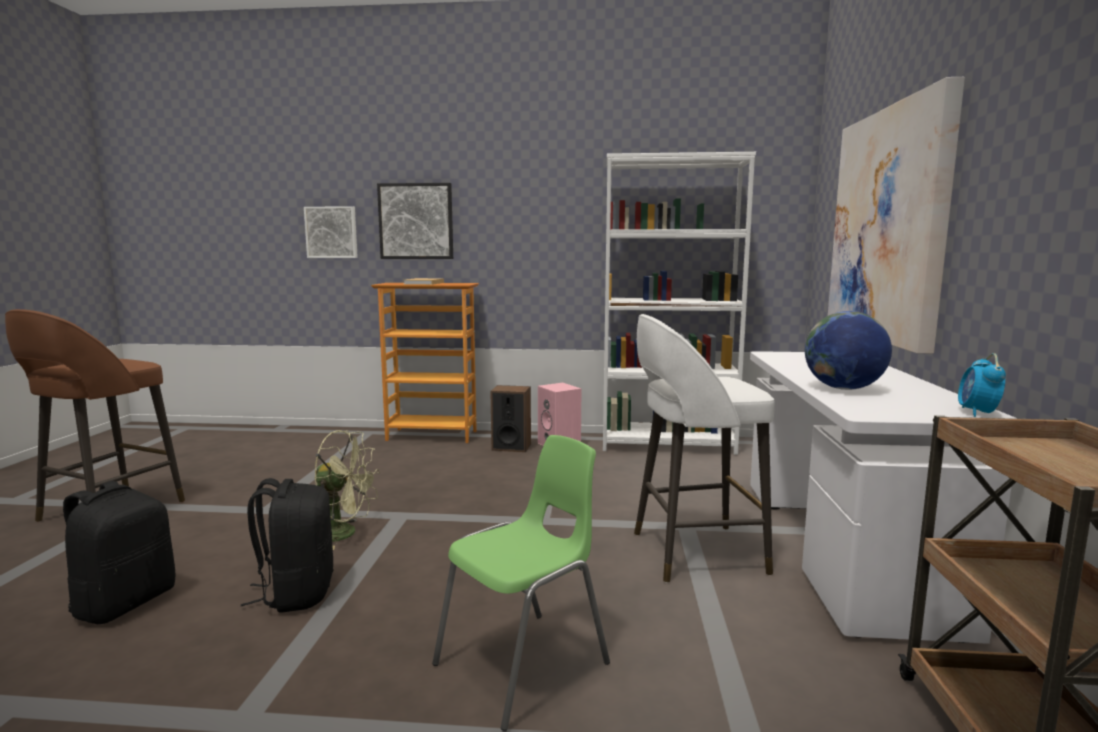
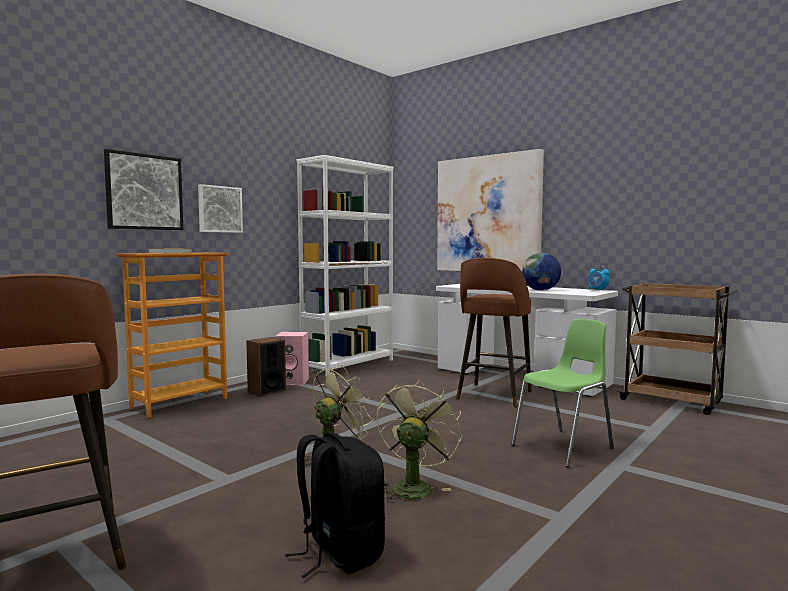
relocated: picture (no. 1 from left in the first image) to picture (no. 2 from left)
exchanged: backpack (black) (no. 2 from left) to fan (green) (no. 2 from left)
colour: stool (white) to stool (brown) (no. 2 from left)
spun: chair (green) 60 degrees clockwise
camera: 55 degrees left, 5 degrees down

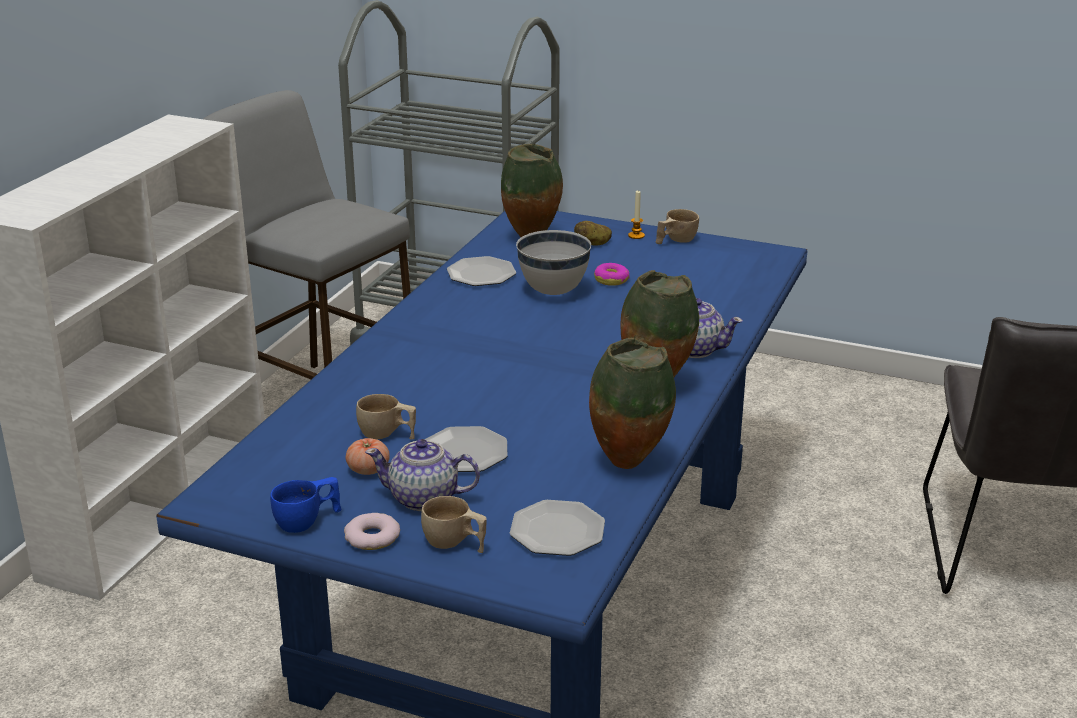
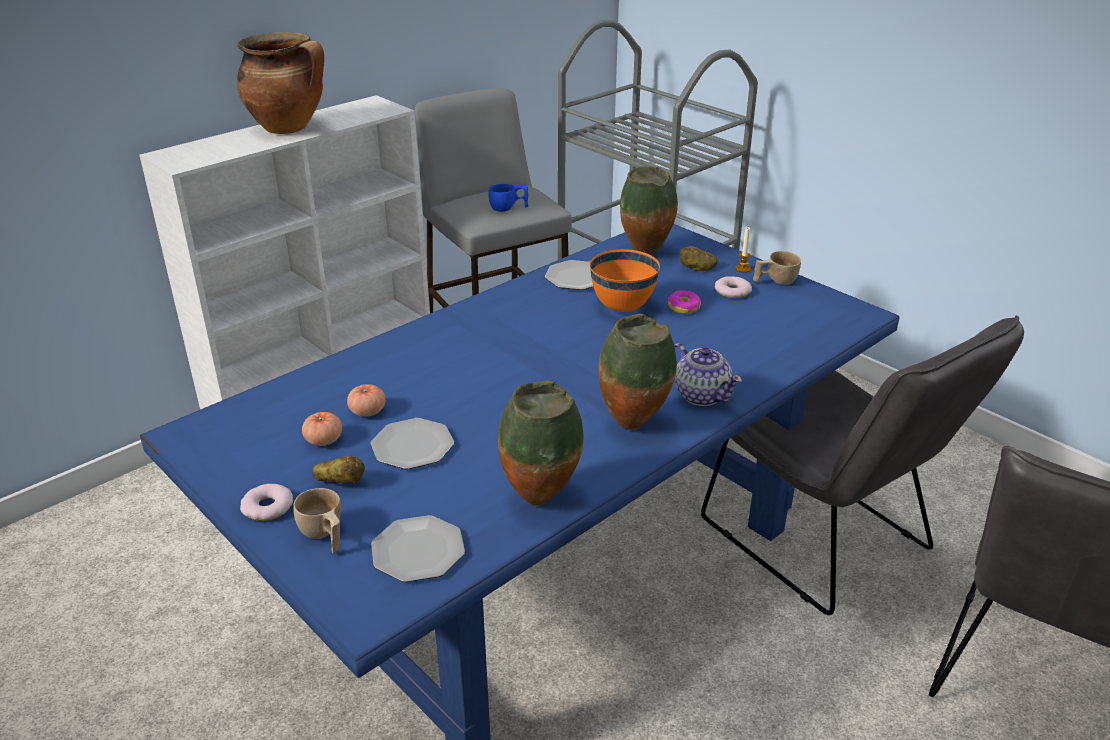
appeared: cooking pot; chair (grey) (no. 1 from left); donut (no. 3 from left)
relocated: cup (blue)
exchanged: teapot (no. 1 from left) to potato (no. 1 from left); cup (beige) (no. 1 from left) to tomato (no. 2 from left)
colour: bowl (white) to bowl (orange)
camera: 25 degrees right, 5 degrees up

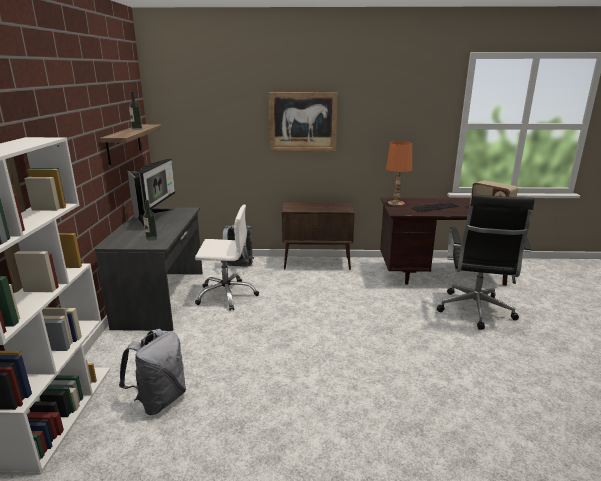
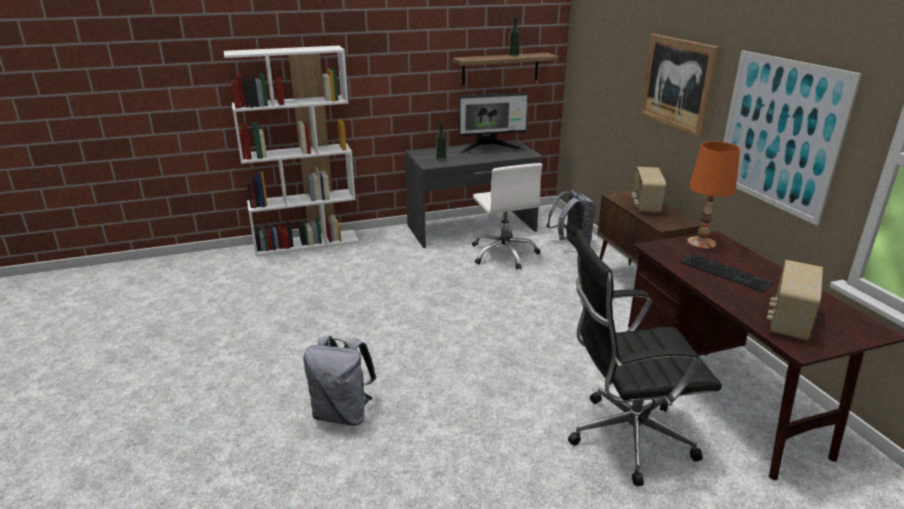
appeared: radio (no. 1 from left); picture (no. 2 from left)
relocated: backpack (grey) (no. 1 from left)
camera: 70 degrees right, 5 degrees up

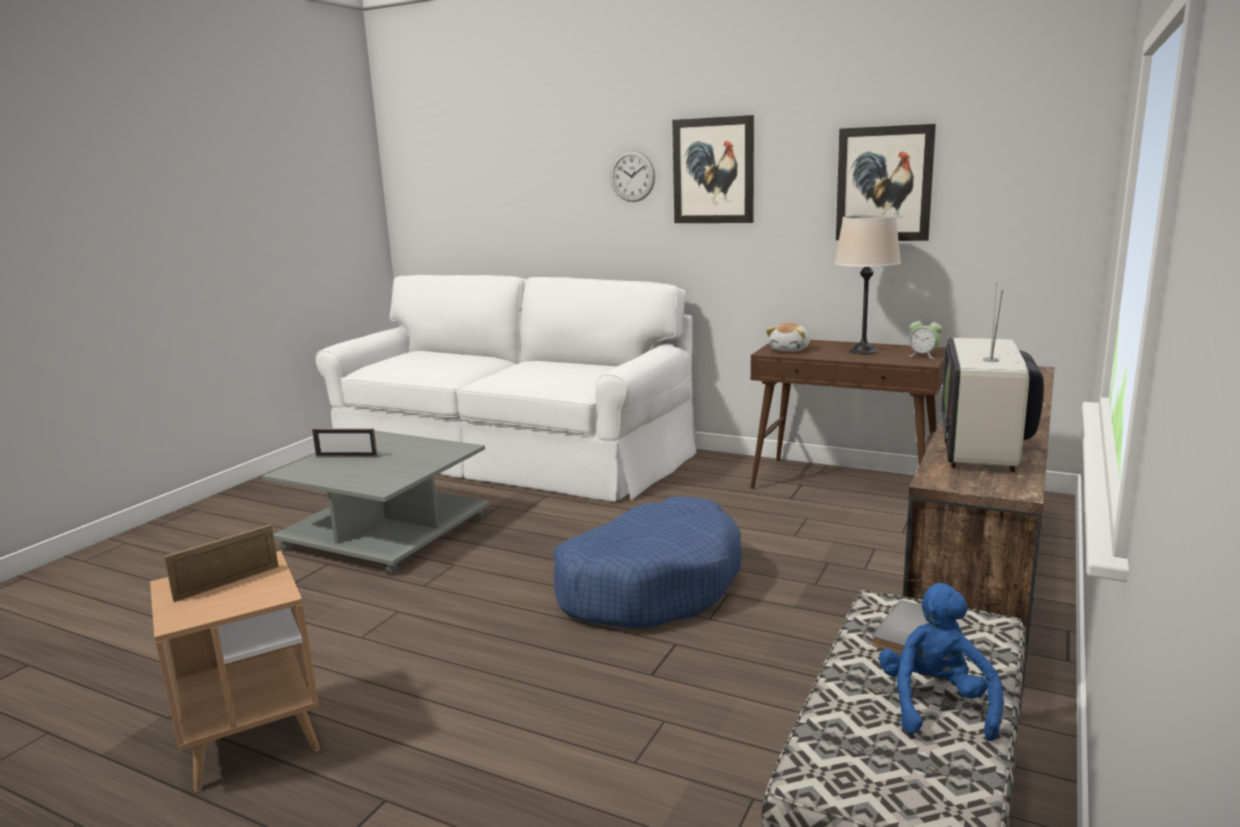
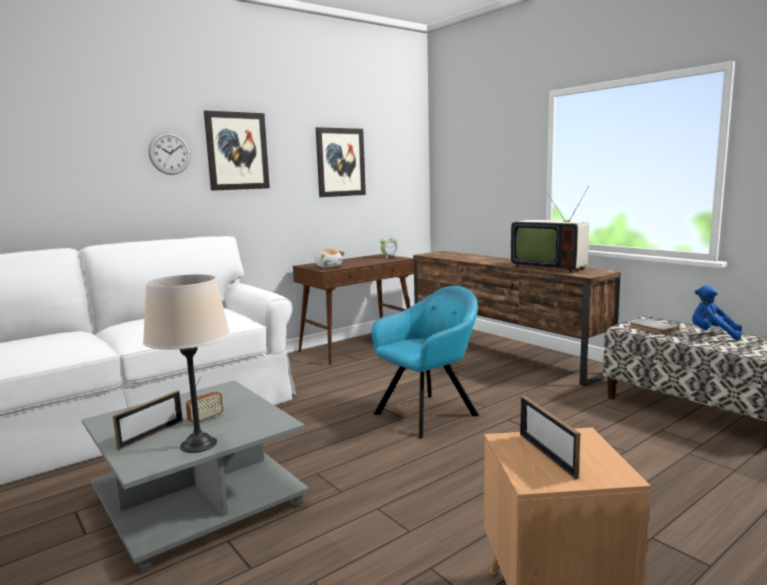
appeared: radio
relocated: table lamp (beige)
exchanged: dog bed (blue) to armchair (turquoise)
camera: 65 degrees left, 5 degrees down

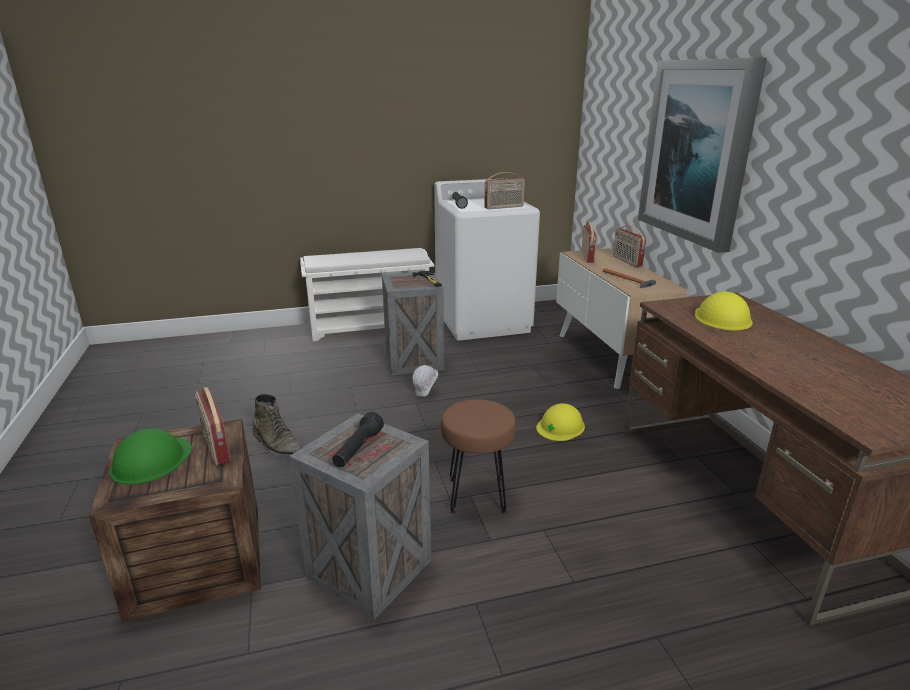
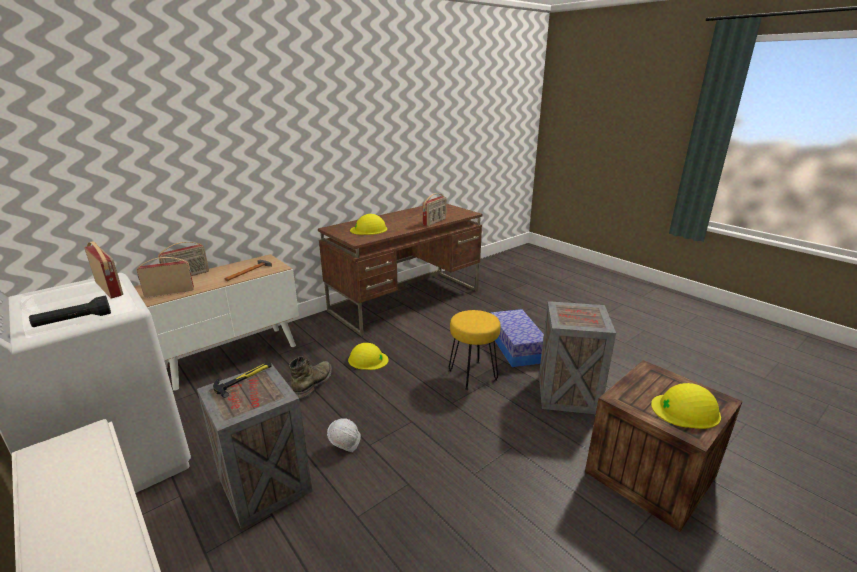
missing: flashlight (black) (no. 1 from left); picture
appeared: storage box
relocated: boot (green); radio (no. 1 from left in the first image) to radio (no. 4 from left)
colour: stool (brown) to stool (yellow); hard hat (green) to hard hat (yellow) (no. 3 from left)
camera: 115 degrees left, 0 degrees up

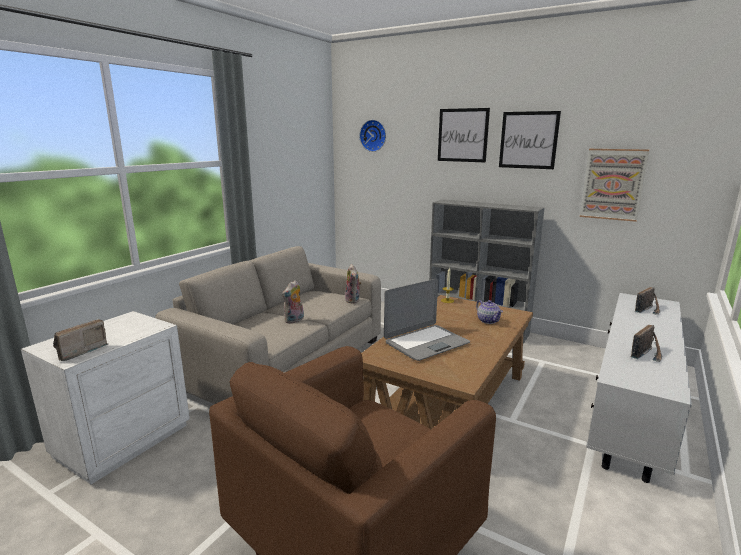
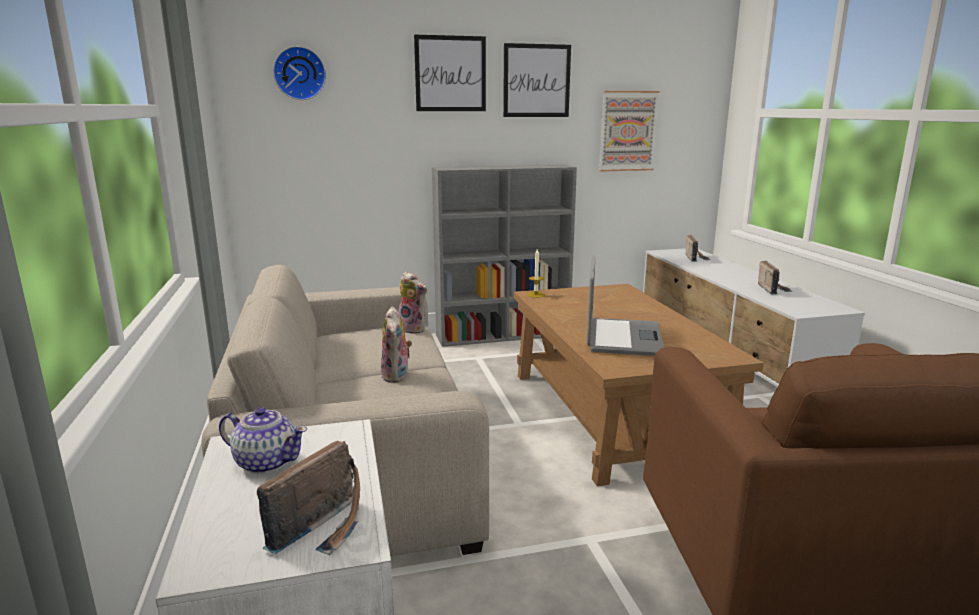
relocated: teapot
spun: radio (no. 1 from left) 135 degrees counterclockwise
camera: 45 degrees left, 0 degrees up

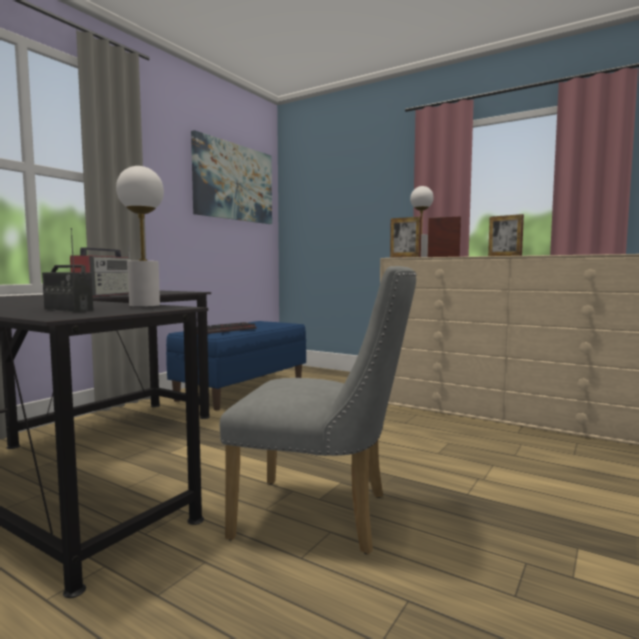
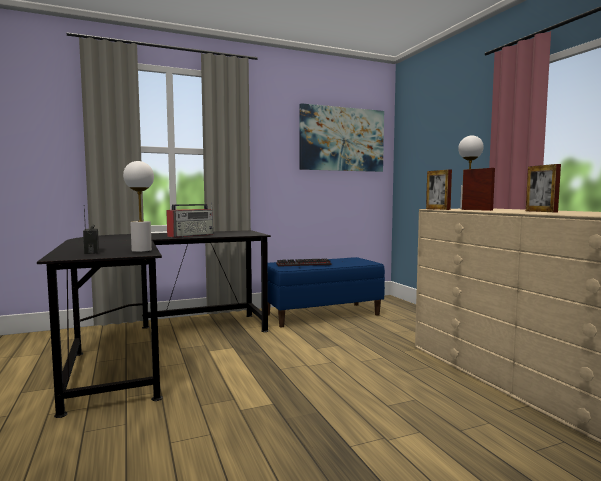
missing: chair (grey)
camera: 35 degrees right, 0 degrees up

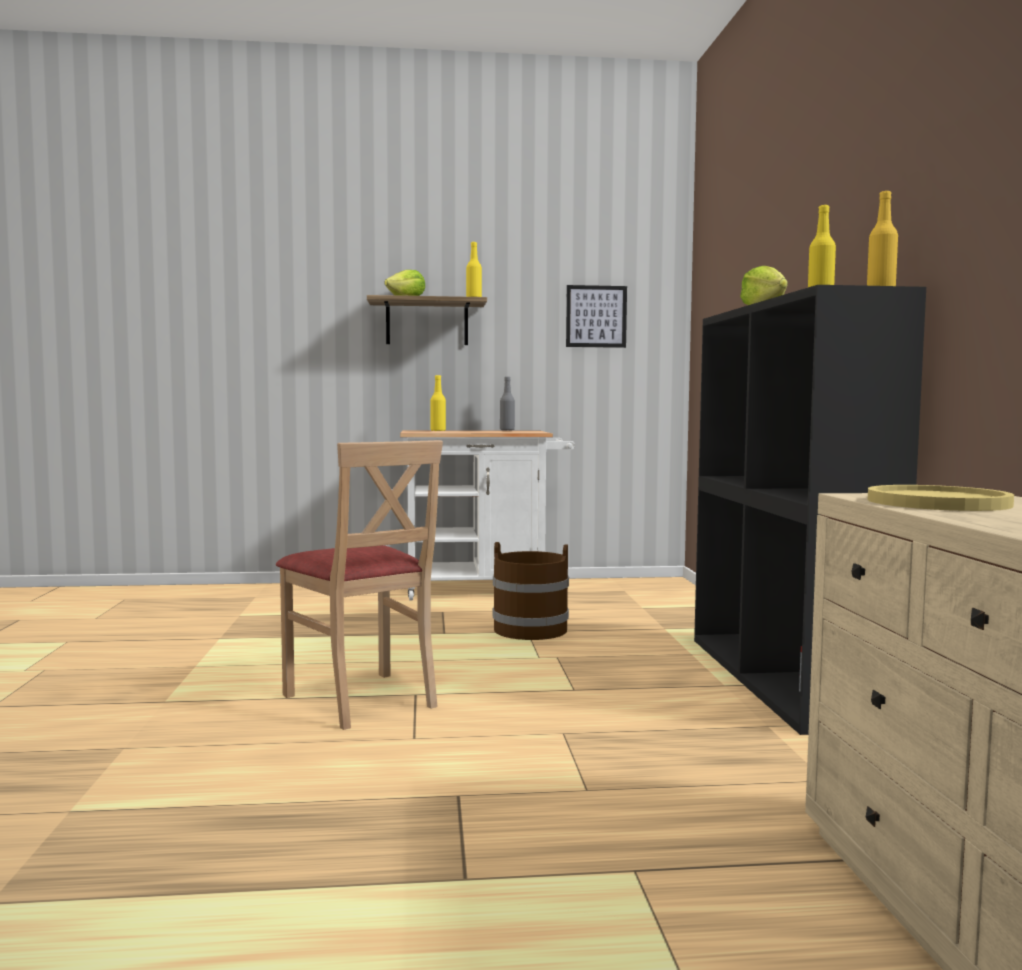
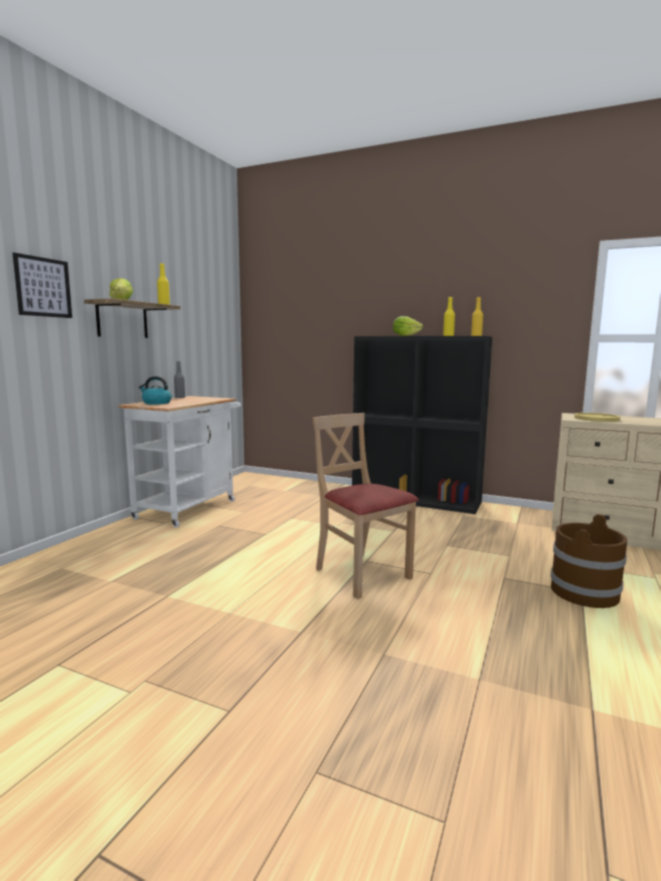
relocated: picture; bucket (brown)
exchanged: bottle (yellow) (no. 1 from left) to kettle
spun: chair (beige) 120 degrees counterclockwise
camera: 60 degrees left, 5 degrees up

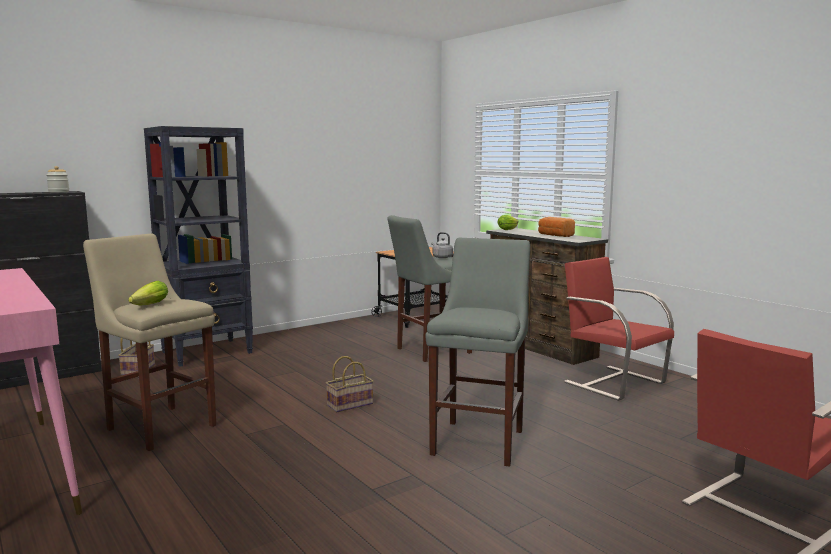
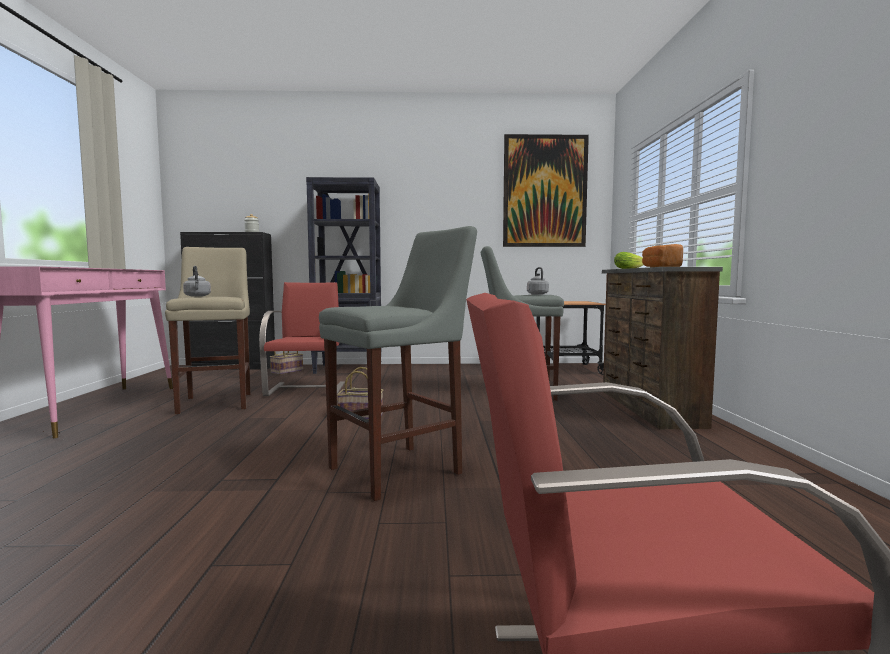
appeared: picture
relocated: chair (red) (no. 1 from left)
exchanged: lettuce (no. 1 from left) to kettle (grey) (no. 1 from left)
camera: 35 degrees right, 5 degrees down

